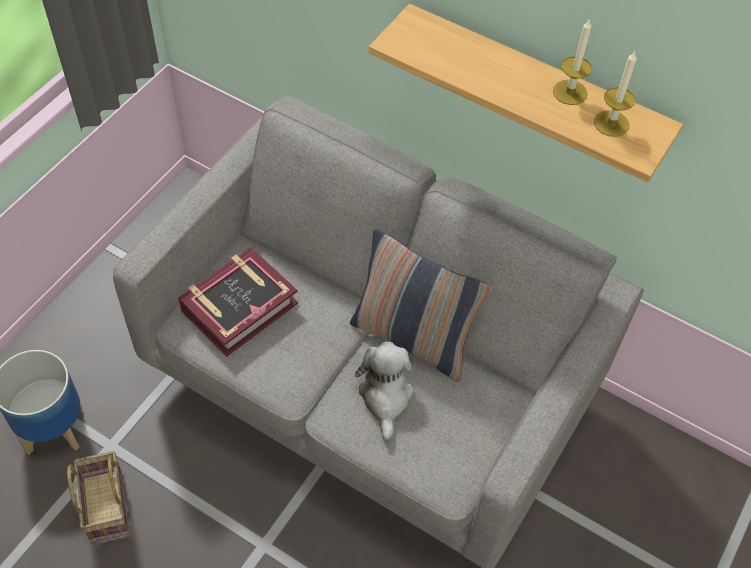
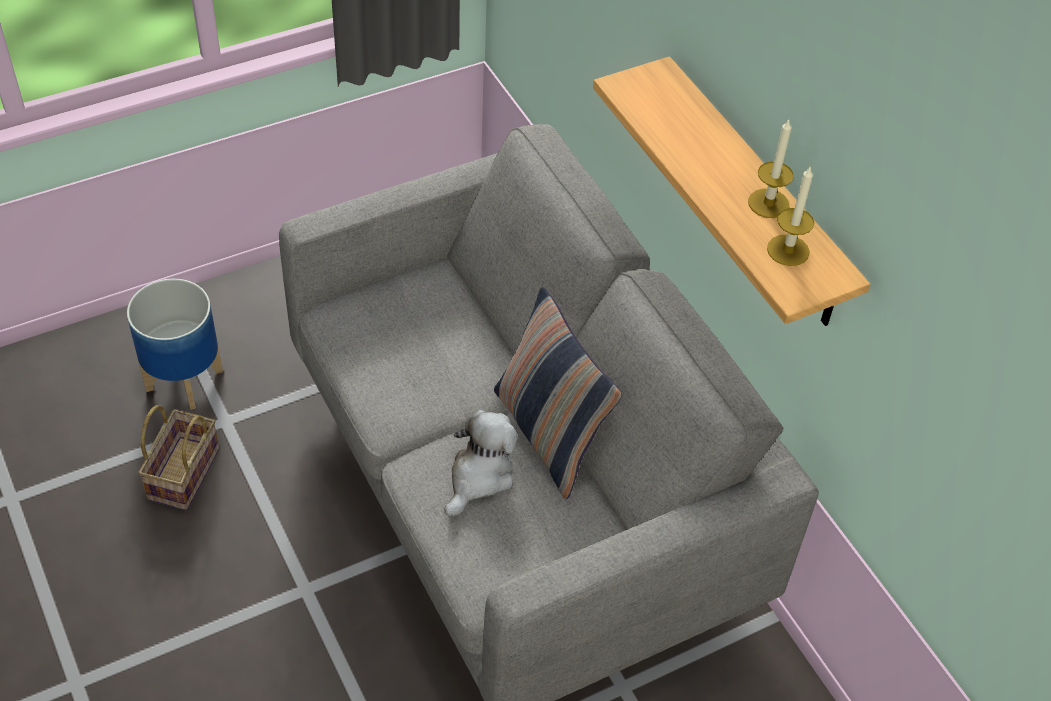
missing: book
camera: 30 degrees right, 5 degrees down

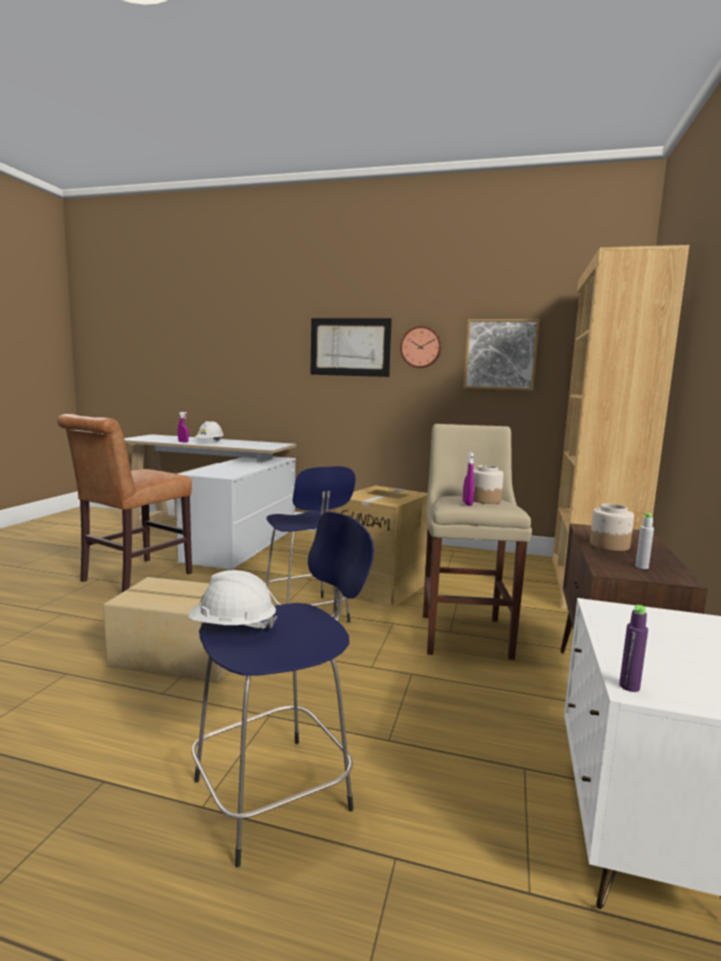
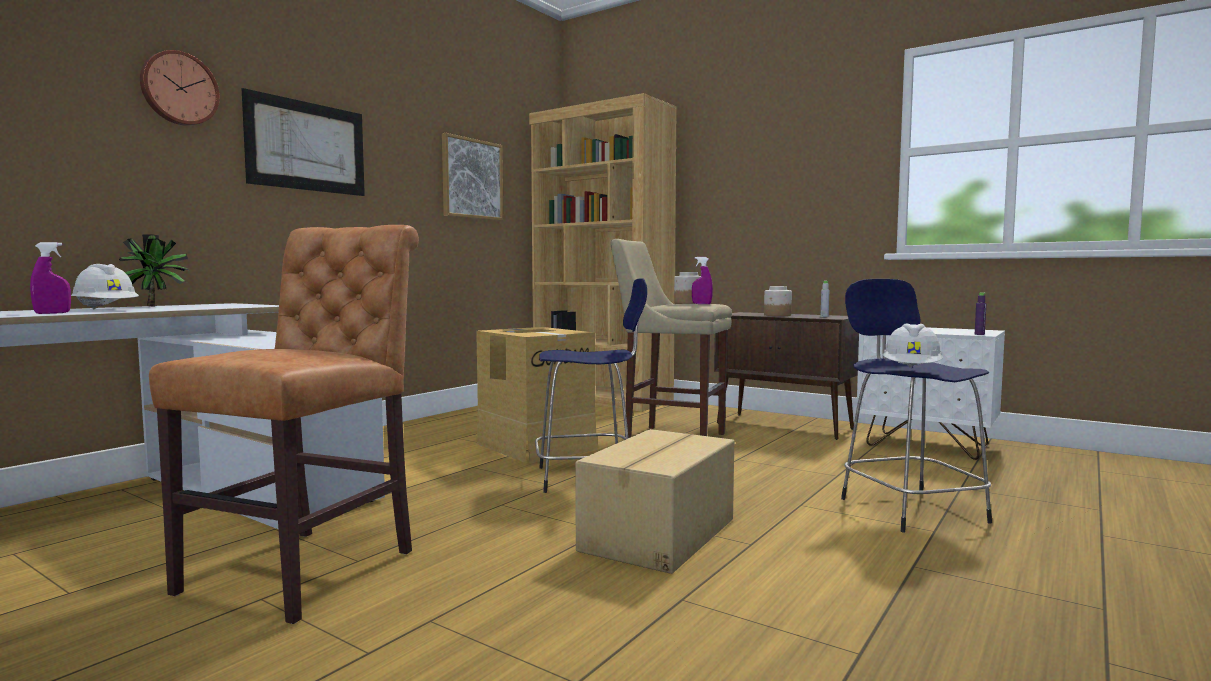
appeared: potted plant
relocated: wall clock
spun: chair (brown) 120 degrees counterclockwise
camera: 70 degrees left, 5 degrees down

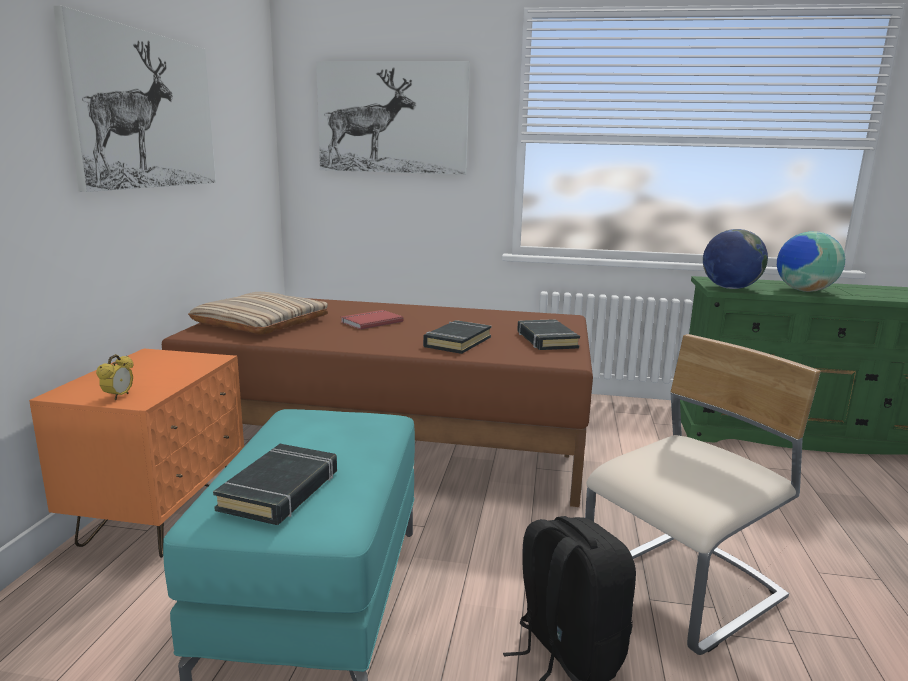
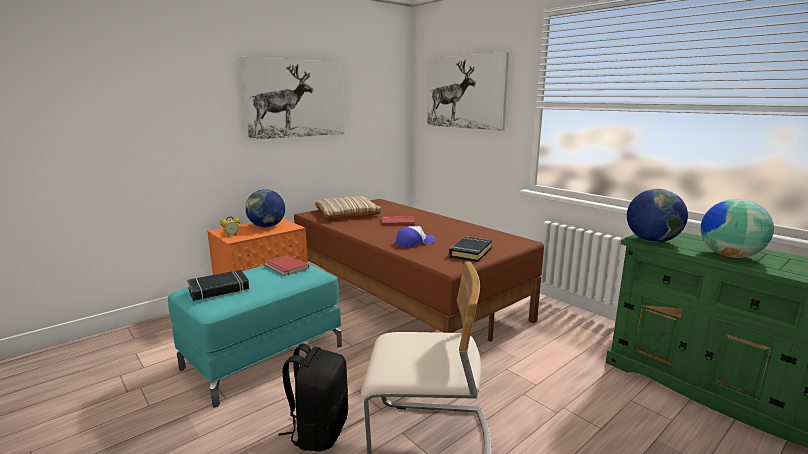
appeared: globe (no. 1 from left); book (red) (no. 1 from left)
exchanged: book (black) (no. 2 from left) to cap
camera: 40 degrees right, 0 degrees up

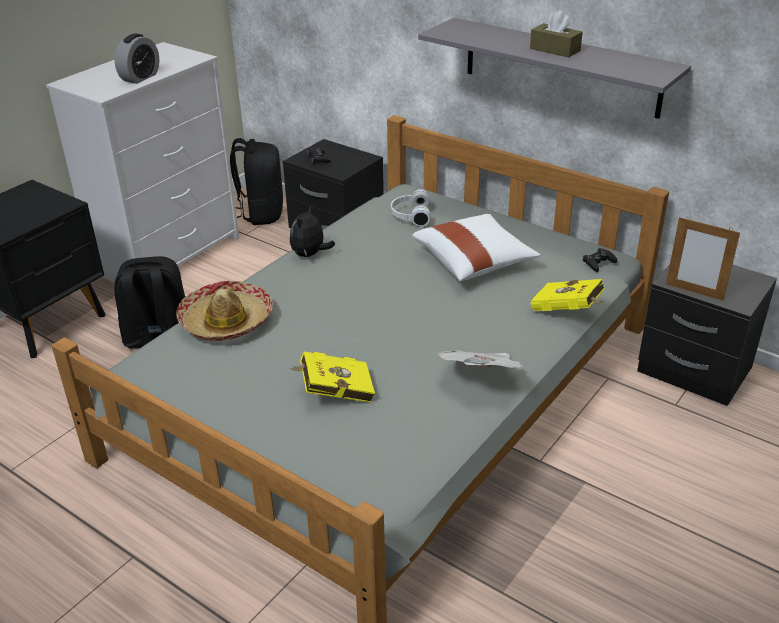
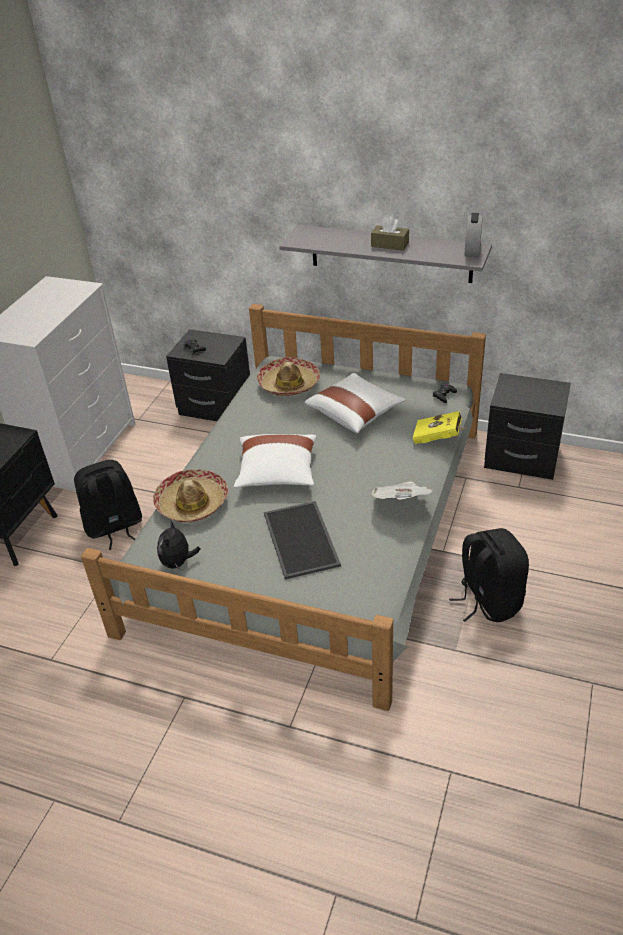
missing: picture frame
appeared: pillow (white) (no. 1 from left)
relocated: plush toy; backpack (black) (no. 2 from left); alarm clock
exchanged: headphones (white) to hat (no. 2 from left); book (yellow) (no. 1 from left) to tray
camera: 15 degrees left, 5 degrees up

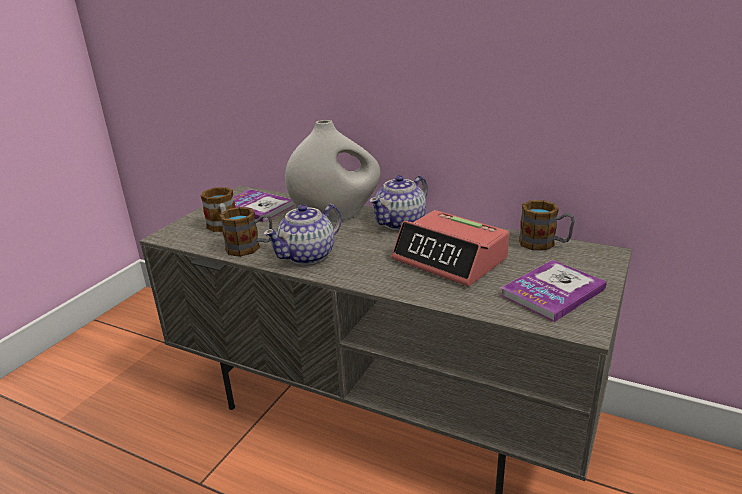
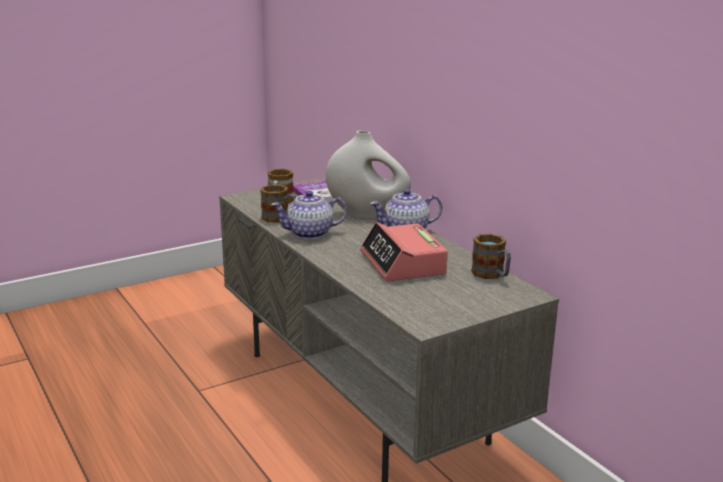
missing: book (no. 2 from left)
camera: 30 degrees right, 5 degrees down

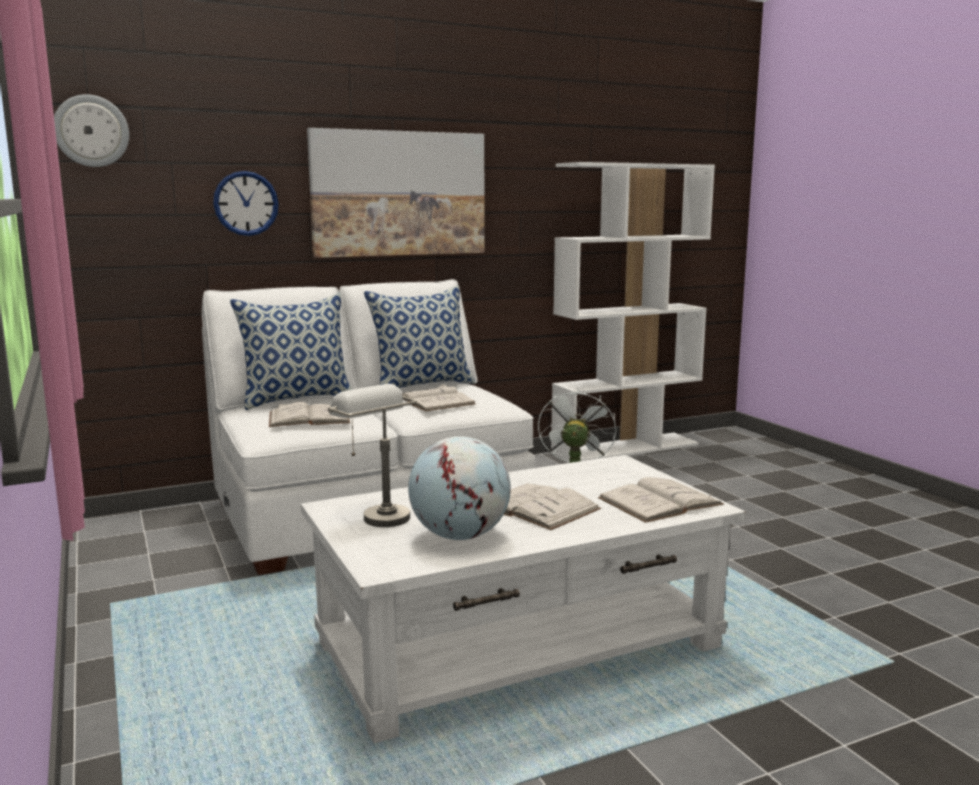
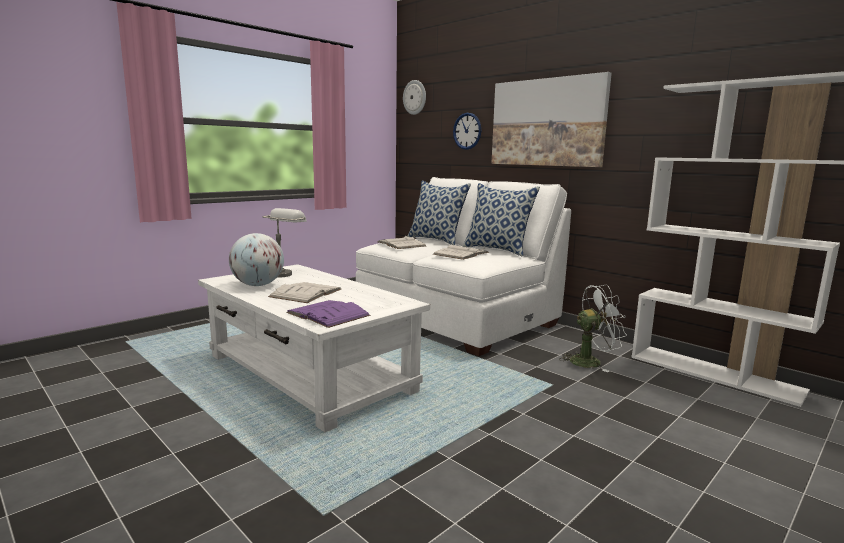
colour: book (white) (no. 4 from left) to book (purple)
camera: 70 degrees right, 0 degrees up

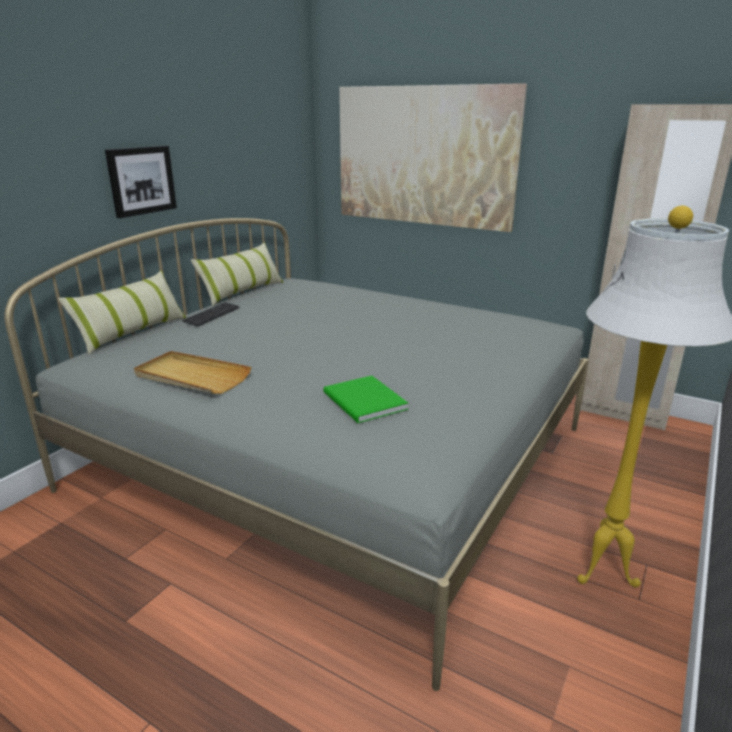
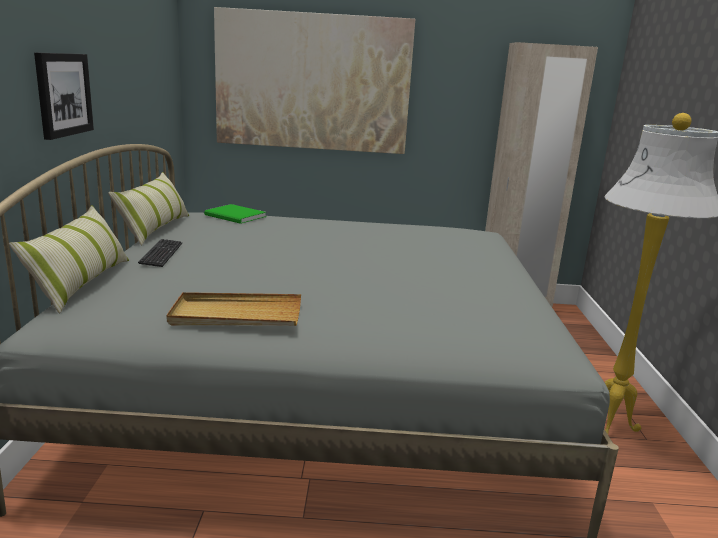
relocated: book (green)
camera: 30 degrees left, 5 degrees down

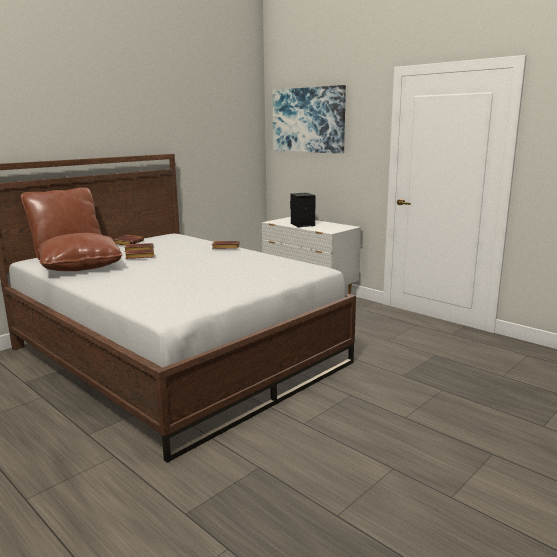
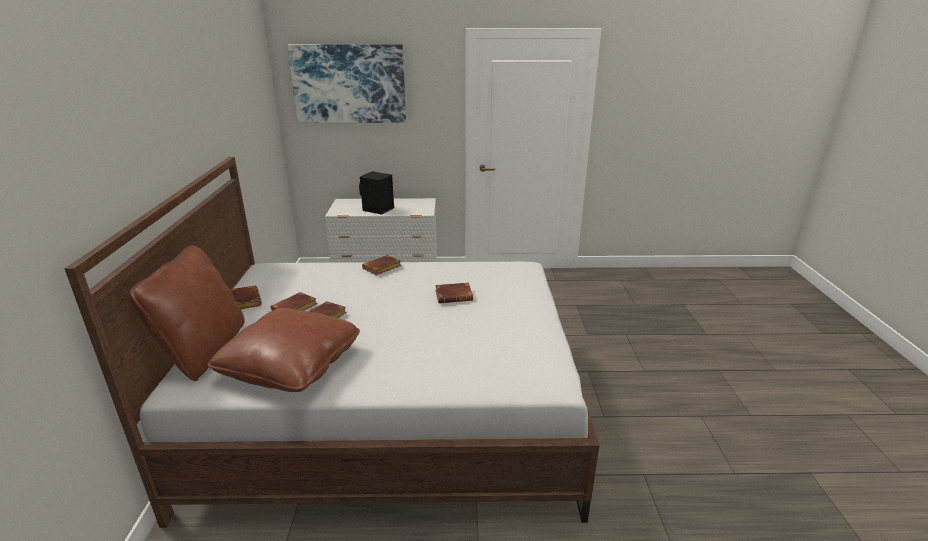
appeared: book (brown) (no. 5 from left)
camera: 45 degrees left, 10 degrees up

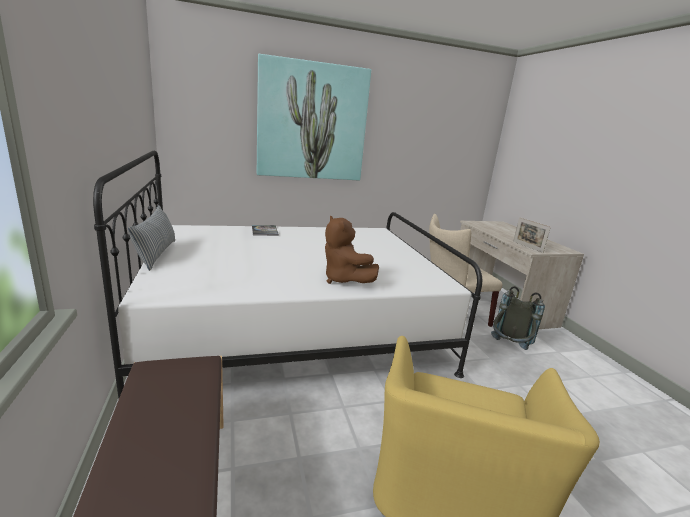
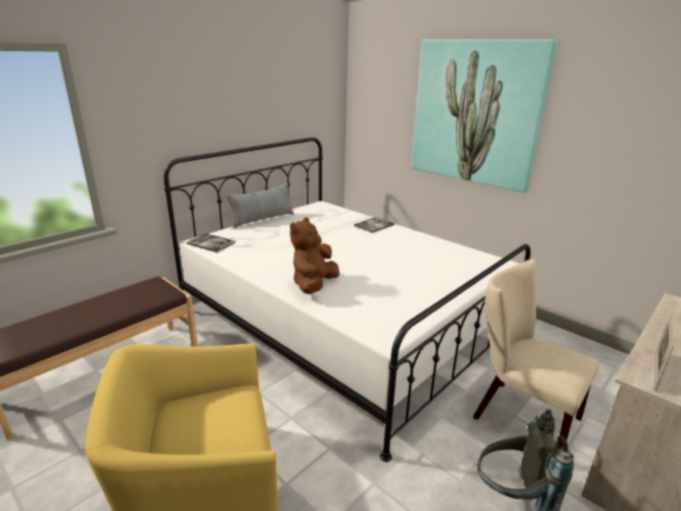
appeared: book (no. 1 from left)
camera: 60 degrees right, 5 degrees up

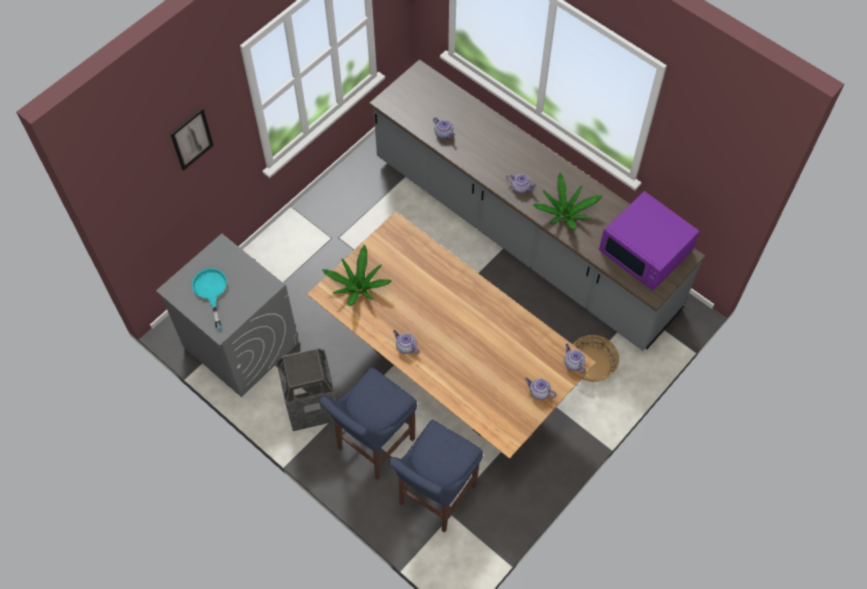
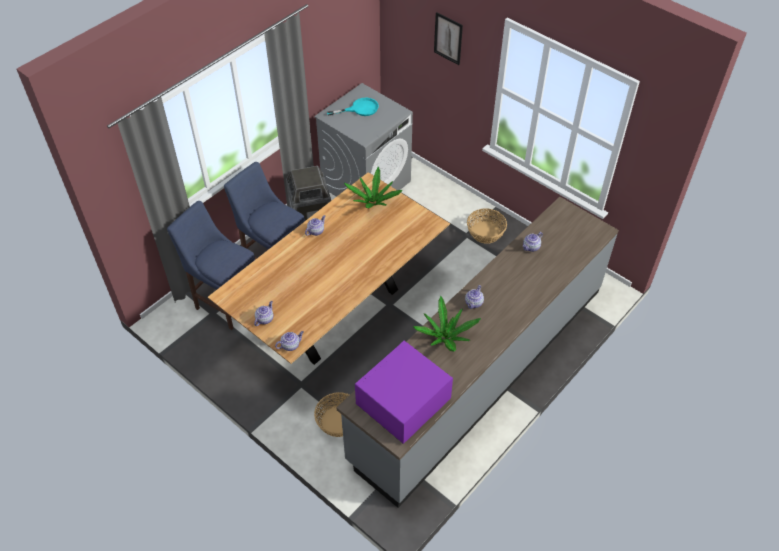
appeared: basket (no. 2 from left)
camera: 90 degrees right, 10 degrees down

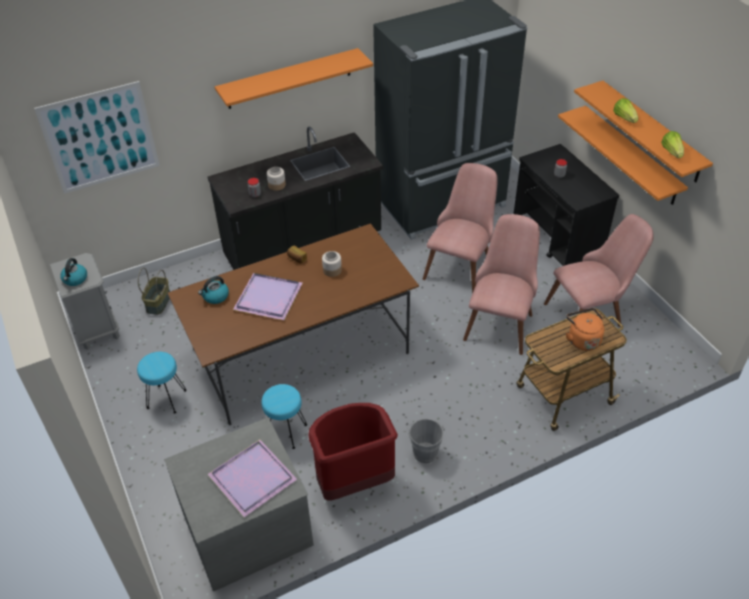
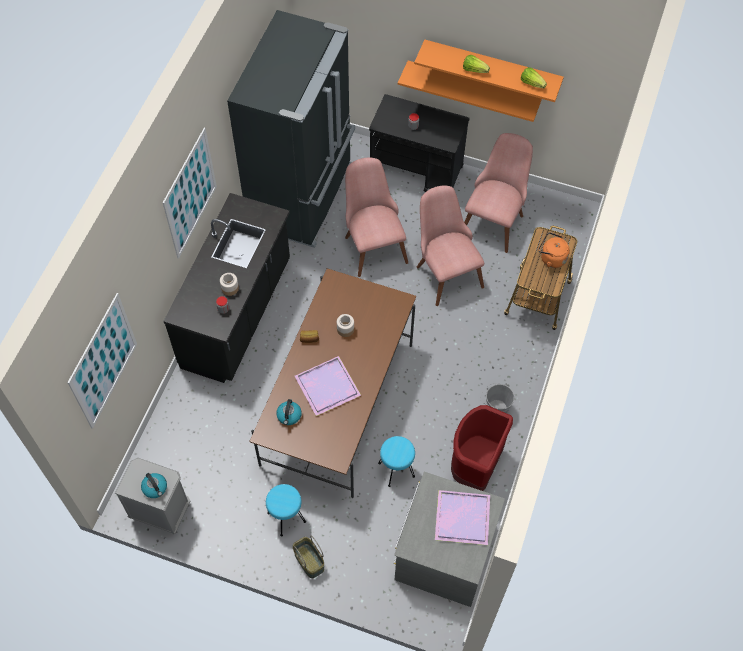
relocated: basket
exchanged: shelf (orange) (no. 1 from left) to picture (no. 2 from left)
camera: 45 degrees left, 15 degrees up

